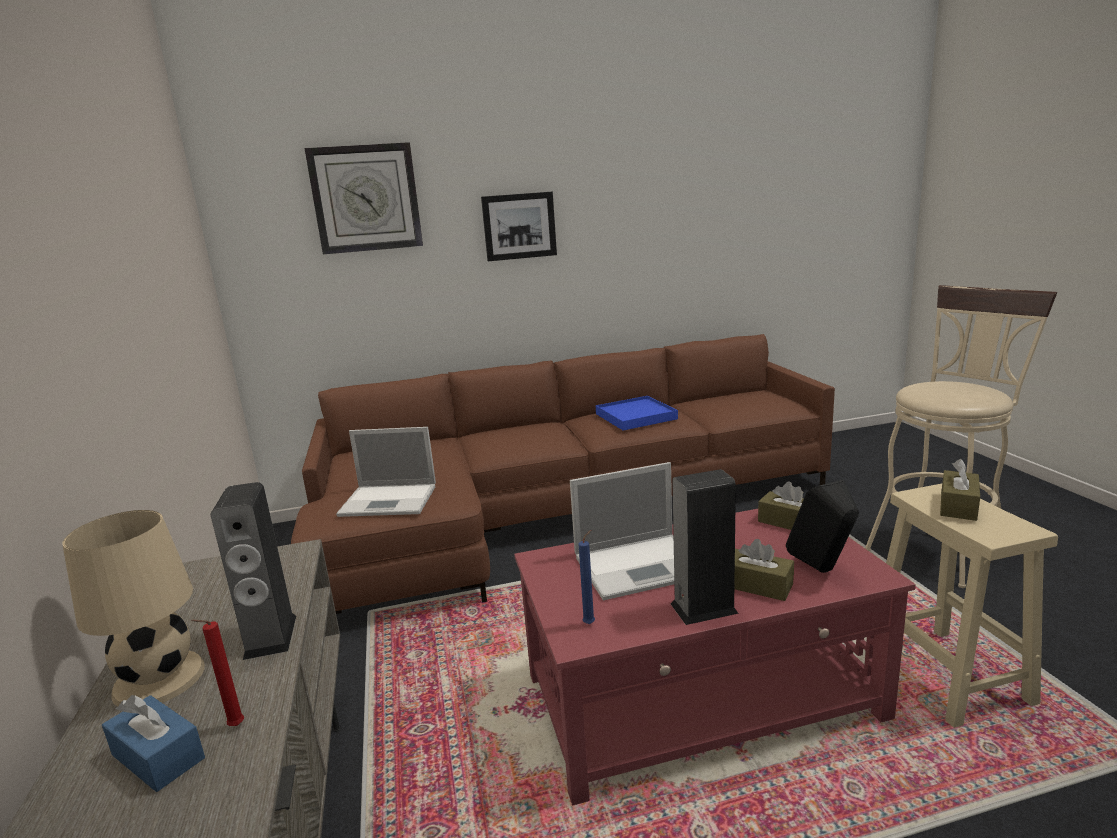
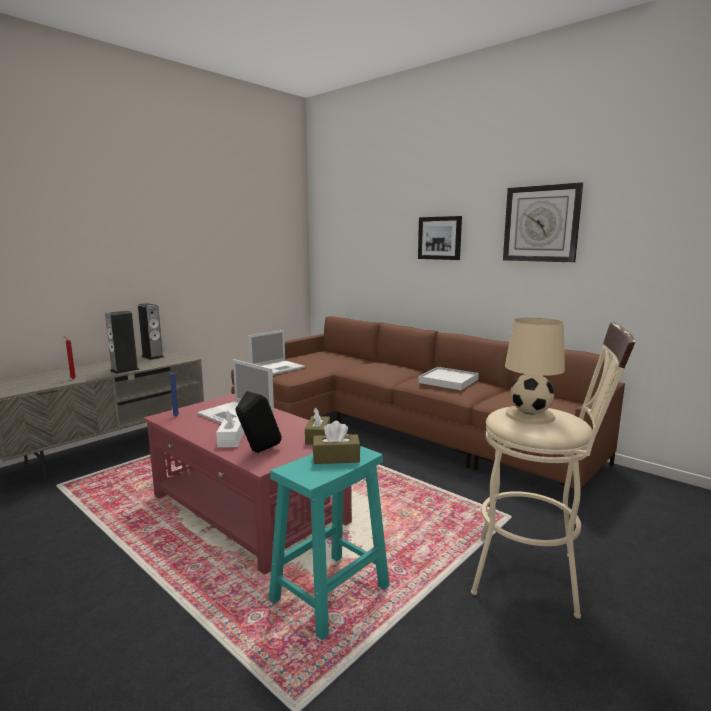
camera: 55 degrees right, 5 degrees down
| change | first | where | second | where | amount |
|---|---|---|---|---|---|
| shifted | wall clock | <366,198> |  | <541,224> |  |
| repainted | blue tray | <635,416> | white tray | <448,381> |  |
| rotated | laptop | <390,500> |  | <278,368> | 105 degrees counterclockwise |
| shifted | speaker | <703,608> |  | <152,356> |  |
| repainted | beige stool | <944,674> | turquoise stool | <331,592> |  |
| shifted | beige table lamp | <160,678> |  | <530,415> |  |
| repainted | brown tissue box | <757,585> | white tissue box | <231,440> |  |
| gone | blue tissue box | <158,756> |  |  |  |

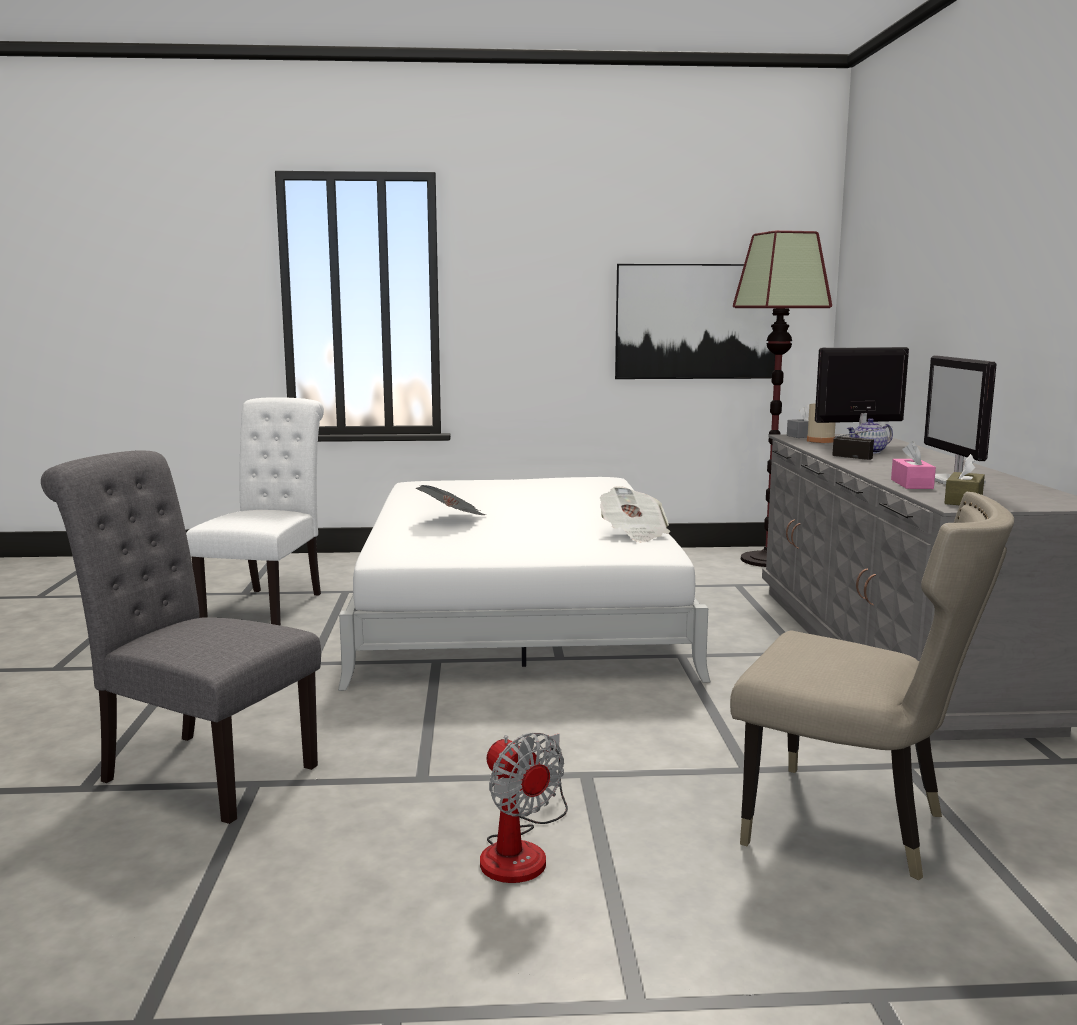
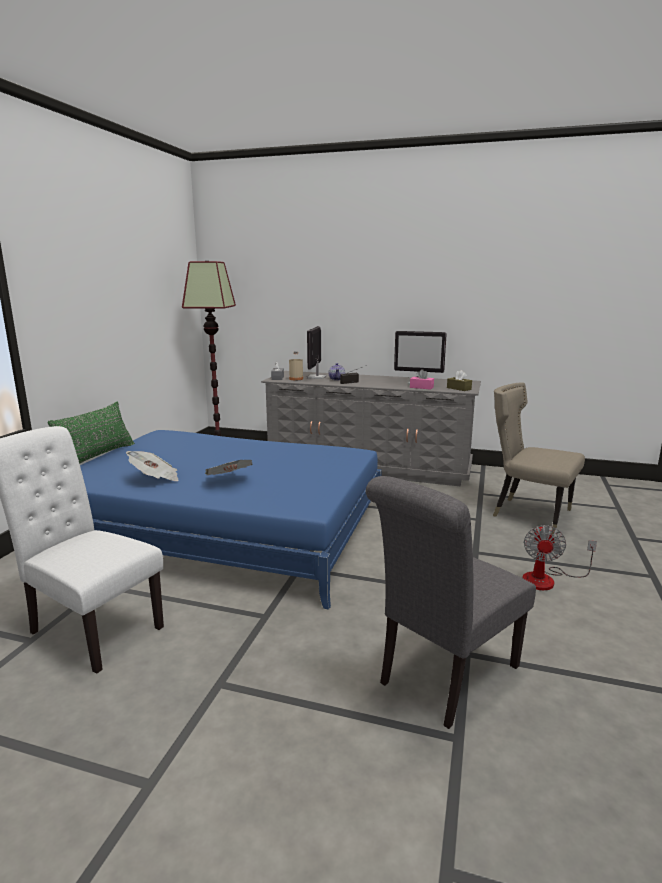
camera: 70 degrees left, 5 degrees up
| change | first | where | second | where | amount |
|---|---|---|---|---|---|
| gone | picture | <696,322> |  |  |  |
| repainted | white bed | <516,609> | blue bed | <226,528> |  |
| shifted | newspaper | <634,534> |  | <155,478> |  |
| rotated | beige chair | <853,826> |  | <528,513> | 105 degrees counterclockwise |
| rotated | fan | <521,849> |  | <547,579> | 120 degrees clockwise |
| new |  |  | green pillow | <98,456> |  |

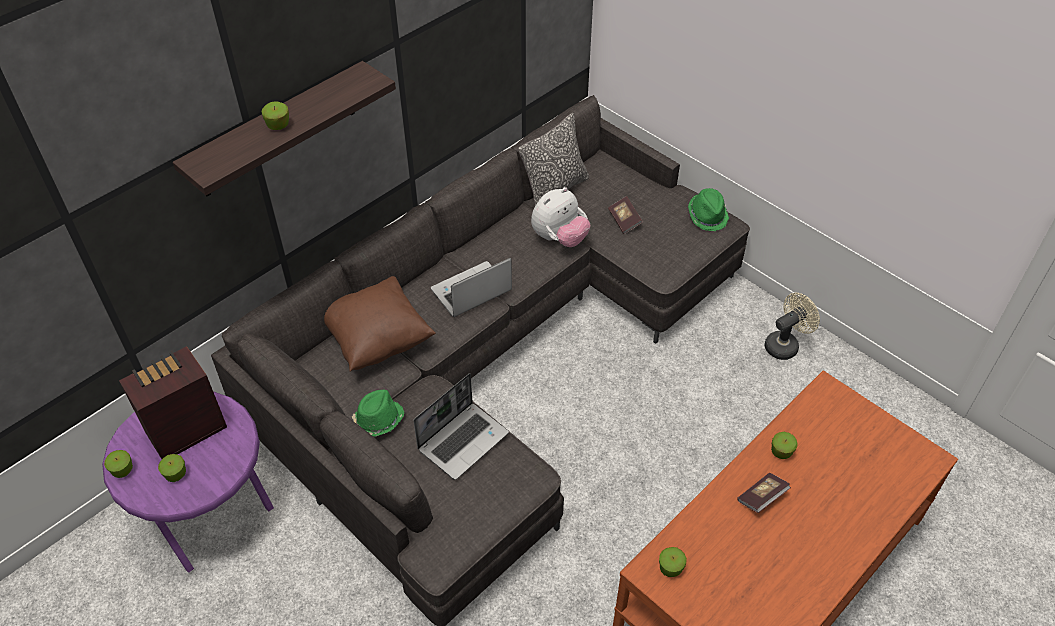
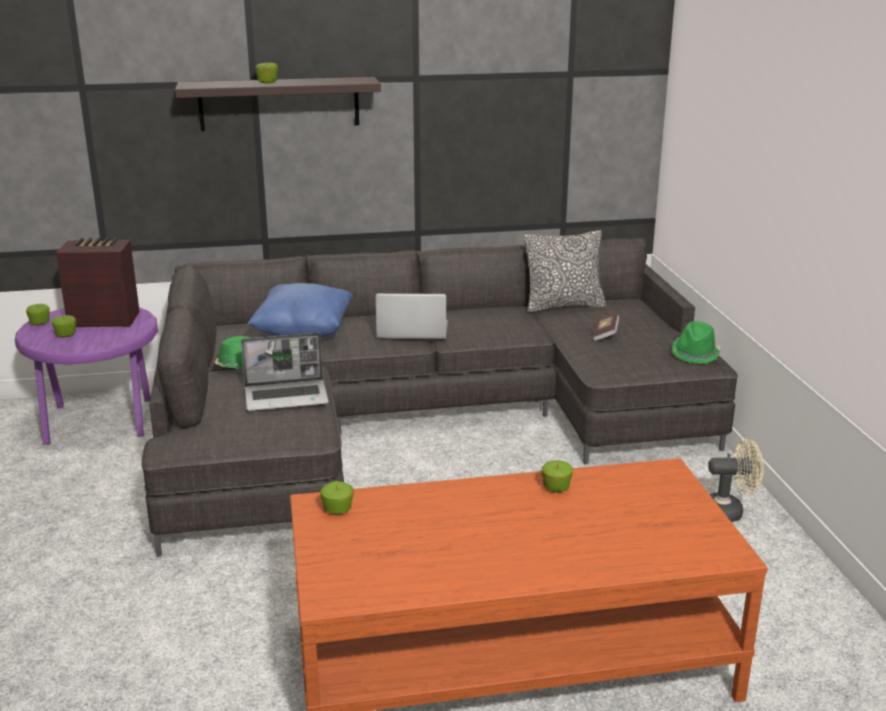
camera: 35 degrees right, 25 degrees down
| change | first | where | second | where | amount |
|---|---|---|---|---|---|
| gone | plush toy | <559,238> |  |  |  |
| repainted | brown pillow | <377,339> | blue pillow | <304,332> |  |
| gone | book | <761,498> |  |  |  |

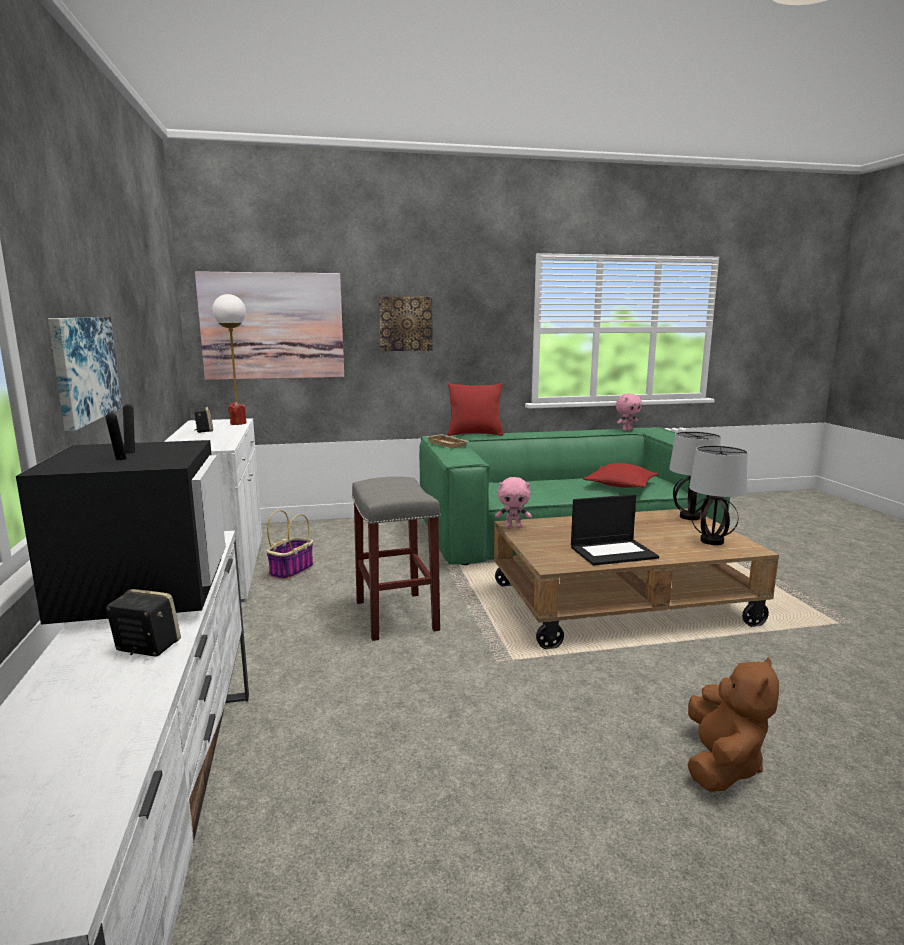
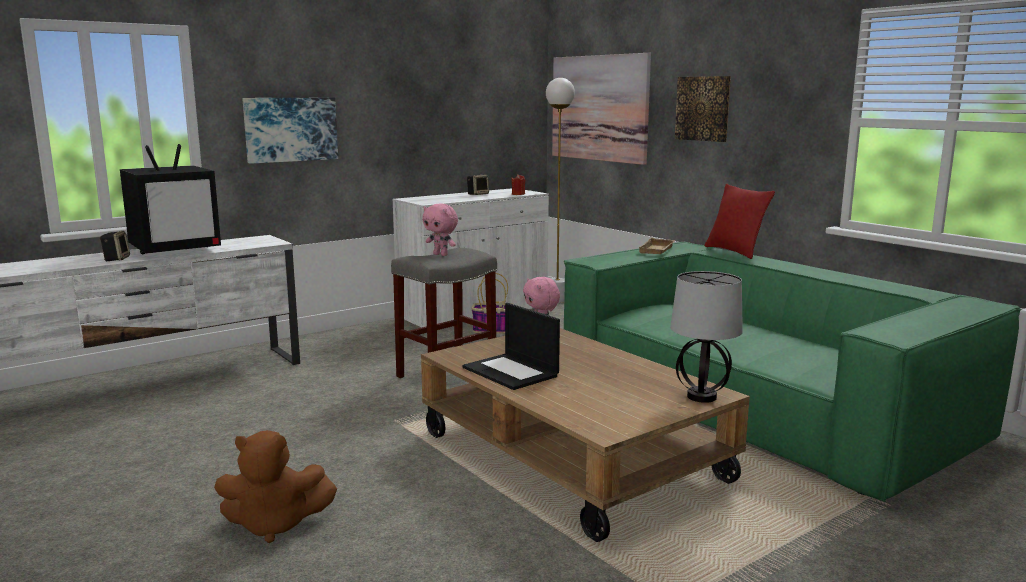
camera: 65 degrees right, 0 degrees up
| change | first | where | second | where | amount |
|---|---|---|---|---|---|
| shifted | pink plush toy | <627,430> |  | <441,255> |  |
| gone | table lamp | <712,541> |  |  |  |
| gone | red pillow | <620,485> |  |  |  |

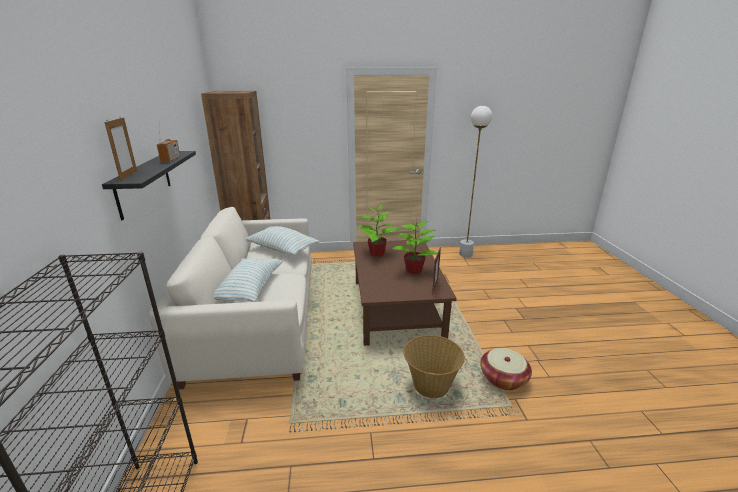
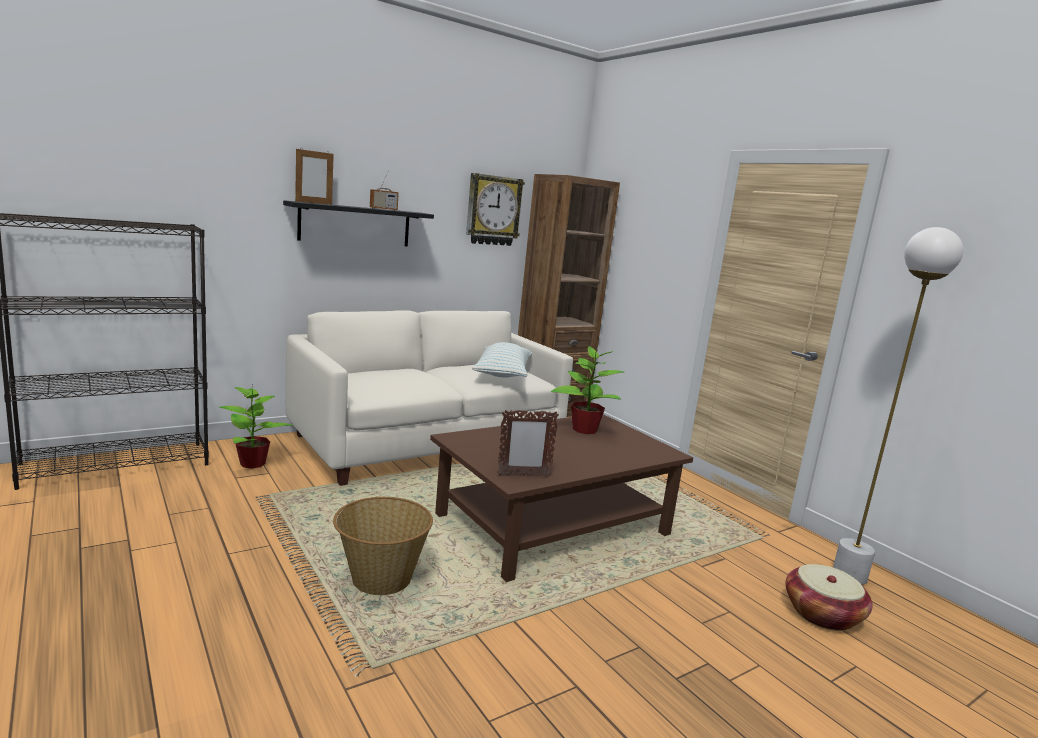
camera: 60 degrees right, 10 degrees down
| change | first | where | second | where | amount |
|---|---|---|---|---|---|
| shifted | potted plant | <414,270> |  | <253,464> |  |
| gone | pillow | <249,289> |  |  |  |
| shifted | basket | <503,378> |  | <822,614> |  |
| new |  |  | wall clock | <493,210> |  |

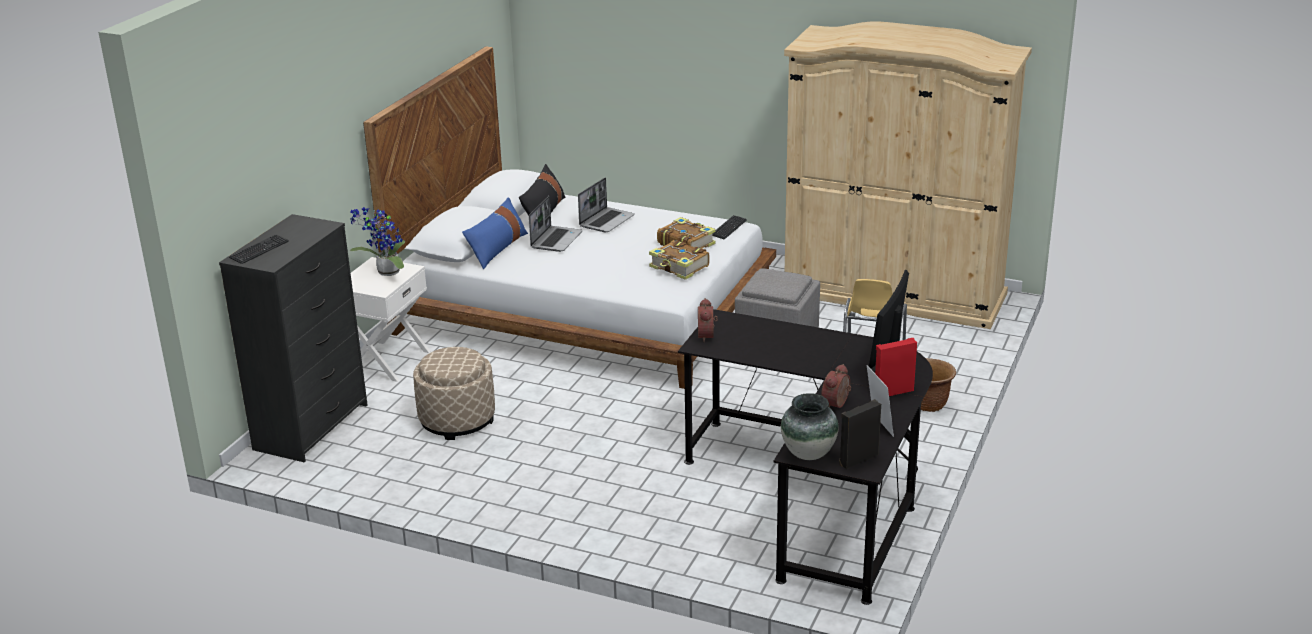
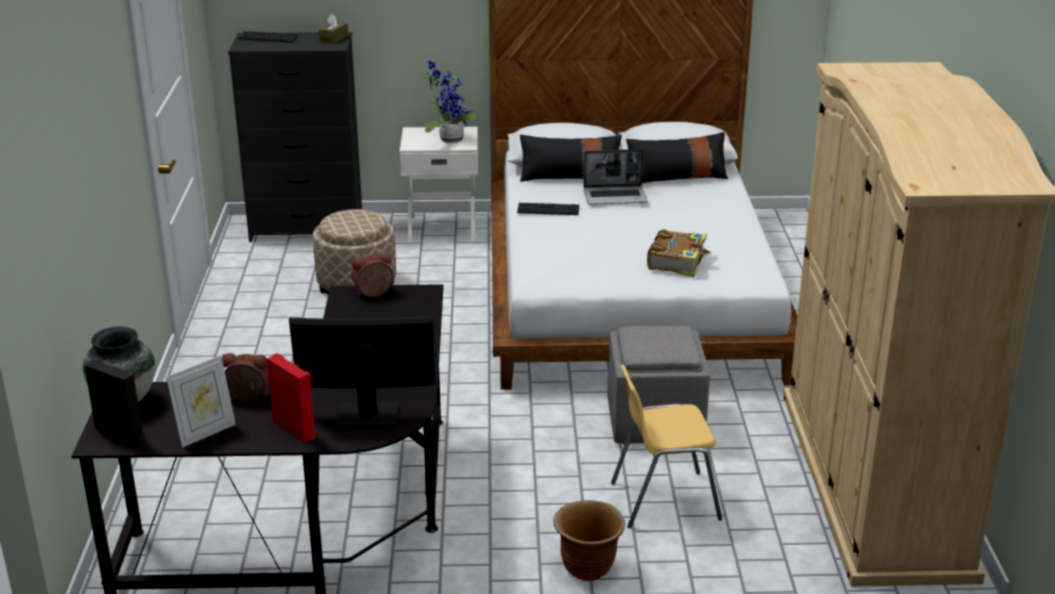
camera: 65 degrees right, 0 degrees up
| change | first | where | second | where | amount |
|---|---|---|---|---|---|
| gone | laptop | <606,221> |  |  |  |
| repainted | blue pillow | <497,249> | black pillow | <570,177> |  |
| shifted | keyboard | <728,228> |  | <548,210> |  |
| gone | book | <679,267> |  |  |  |
| new |  |  | brown tissue box | <334,39> |  |

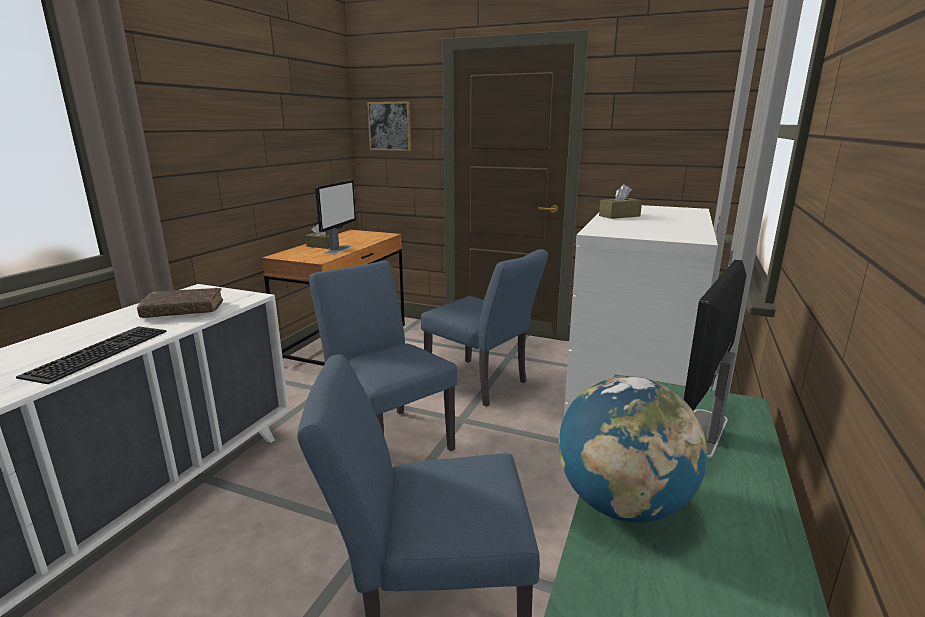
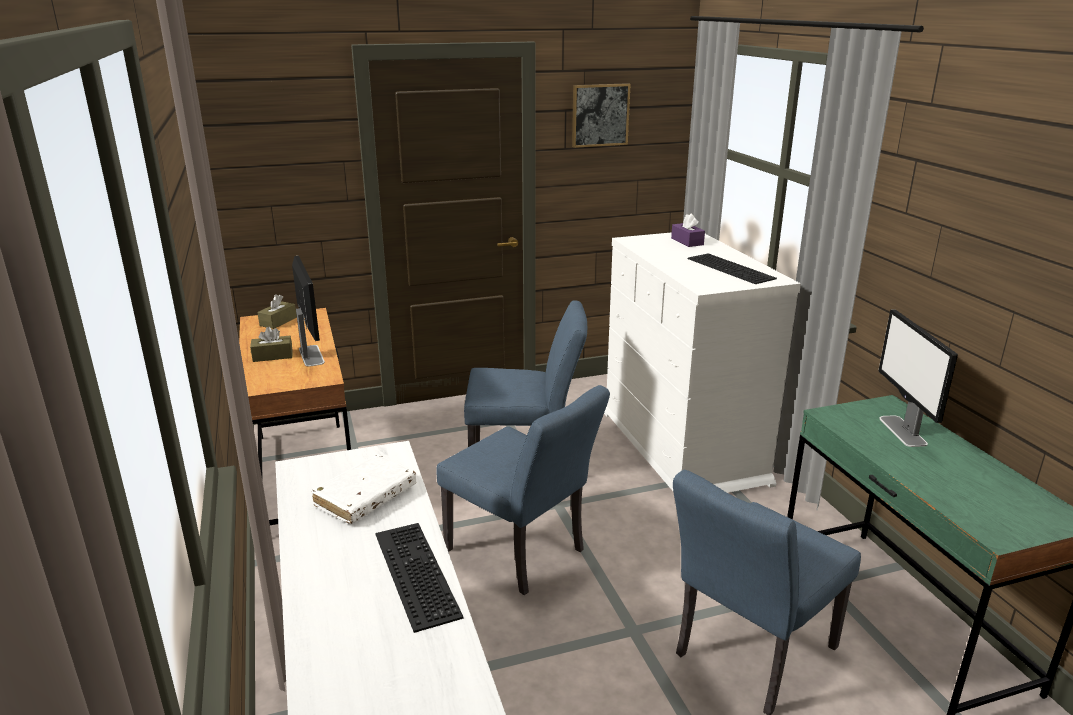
camera: 40 degrees left, 5 degrees up
| change | first | where | second | where | amount |
|---|---|---|---|---|---|
| shifted | picture | <390,126> |  | <600,115> |  |
| shifted | brown tissue box | <619,216> |  | <278,321> |  |
| rotated | blue chair | <387,438> |  | <522,554> | 150 degrees counterclockwise |
| repainted | brown book | <183,310> | white book | <366,497> |  |
| gone | globe | <622,504> |  |  |  |
| new |  |  | purple tissue box | <687,241> |  |
| new |  |  | keyboard | <732,268> |  |

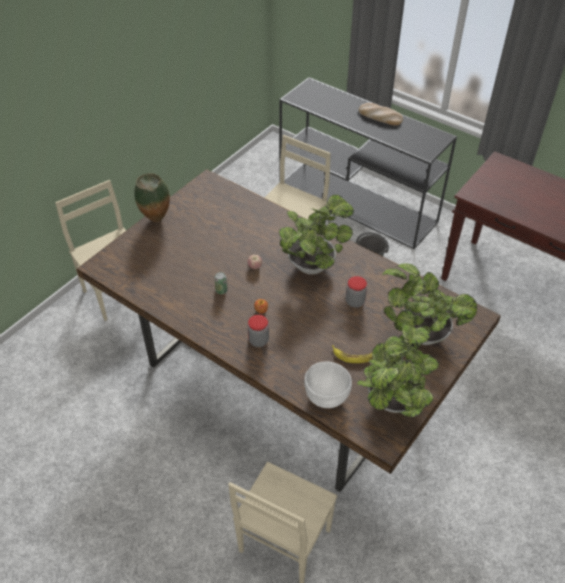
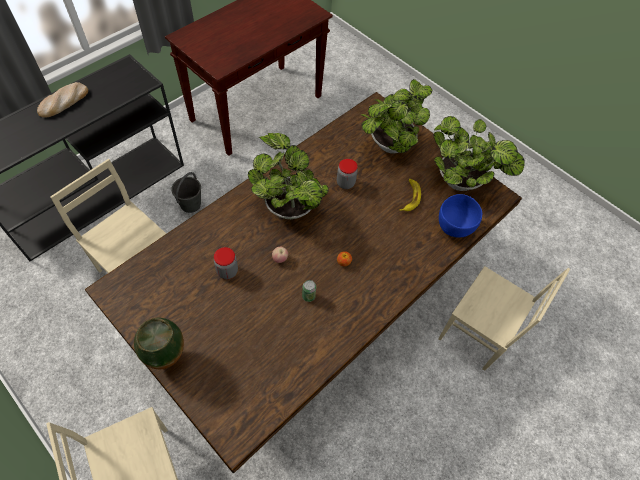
camera: 85 degrees left, 10 degrees up
| change | first | where | second | where | amount |
|---|---|---|---|---|---|
| shifted | jar | <258,341> |  | <227,271> |  |
| repainted | white bowl | <327,397> | blue bowl | <454,227> |  |

